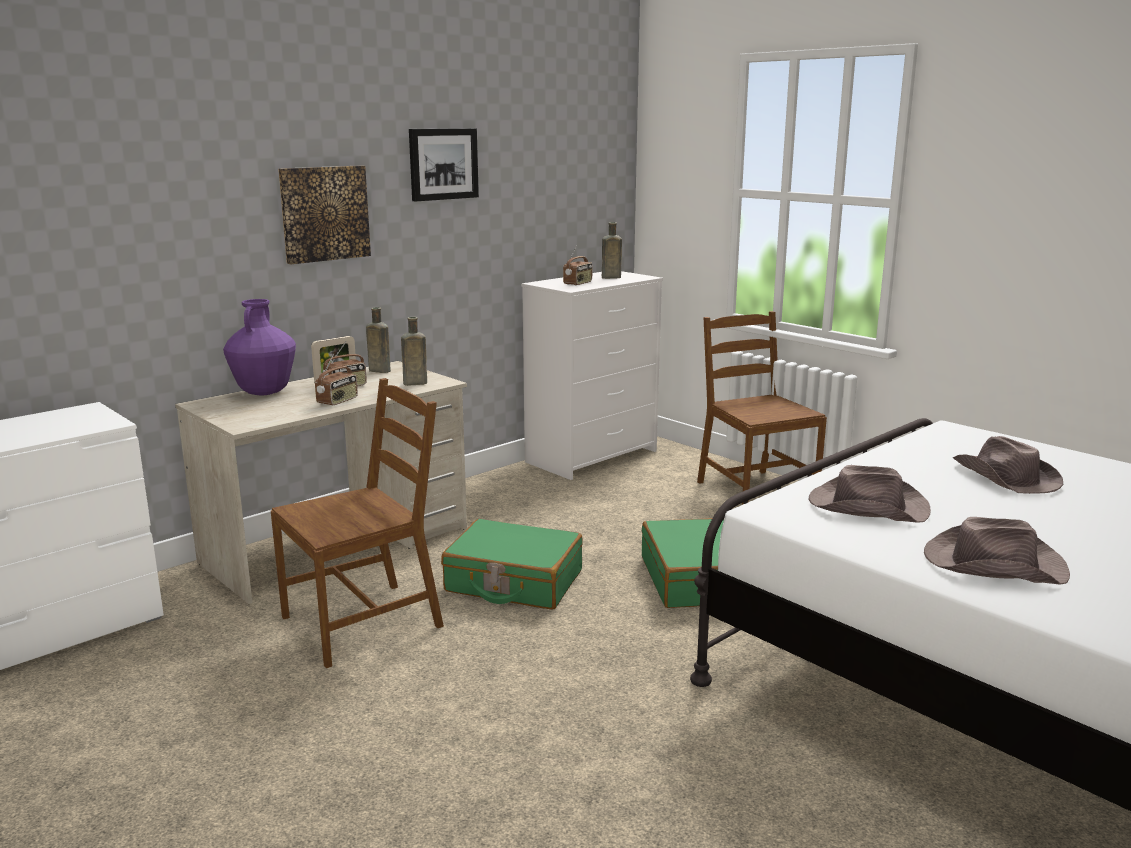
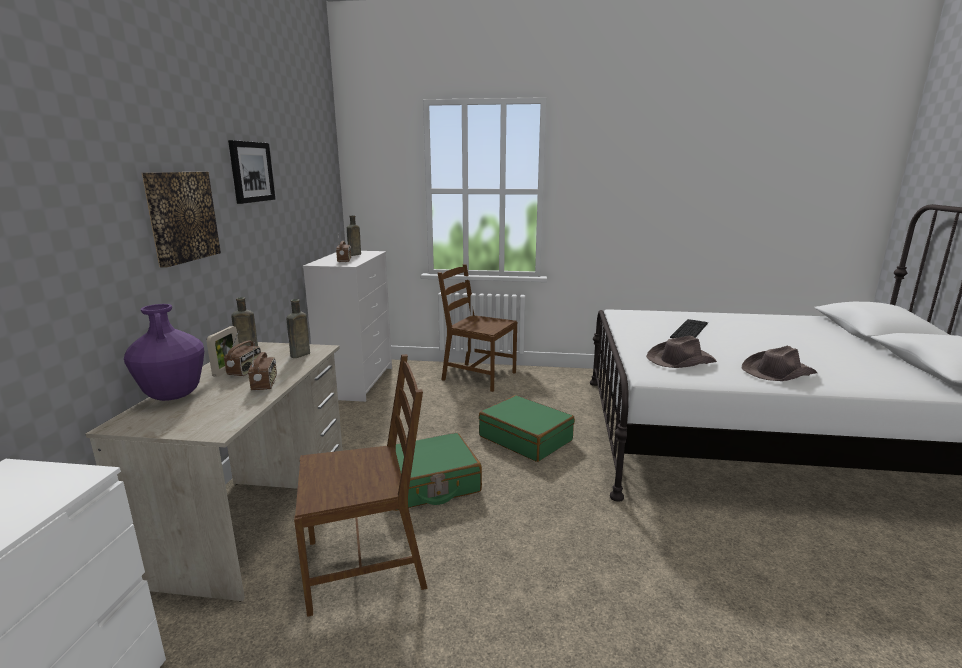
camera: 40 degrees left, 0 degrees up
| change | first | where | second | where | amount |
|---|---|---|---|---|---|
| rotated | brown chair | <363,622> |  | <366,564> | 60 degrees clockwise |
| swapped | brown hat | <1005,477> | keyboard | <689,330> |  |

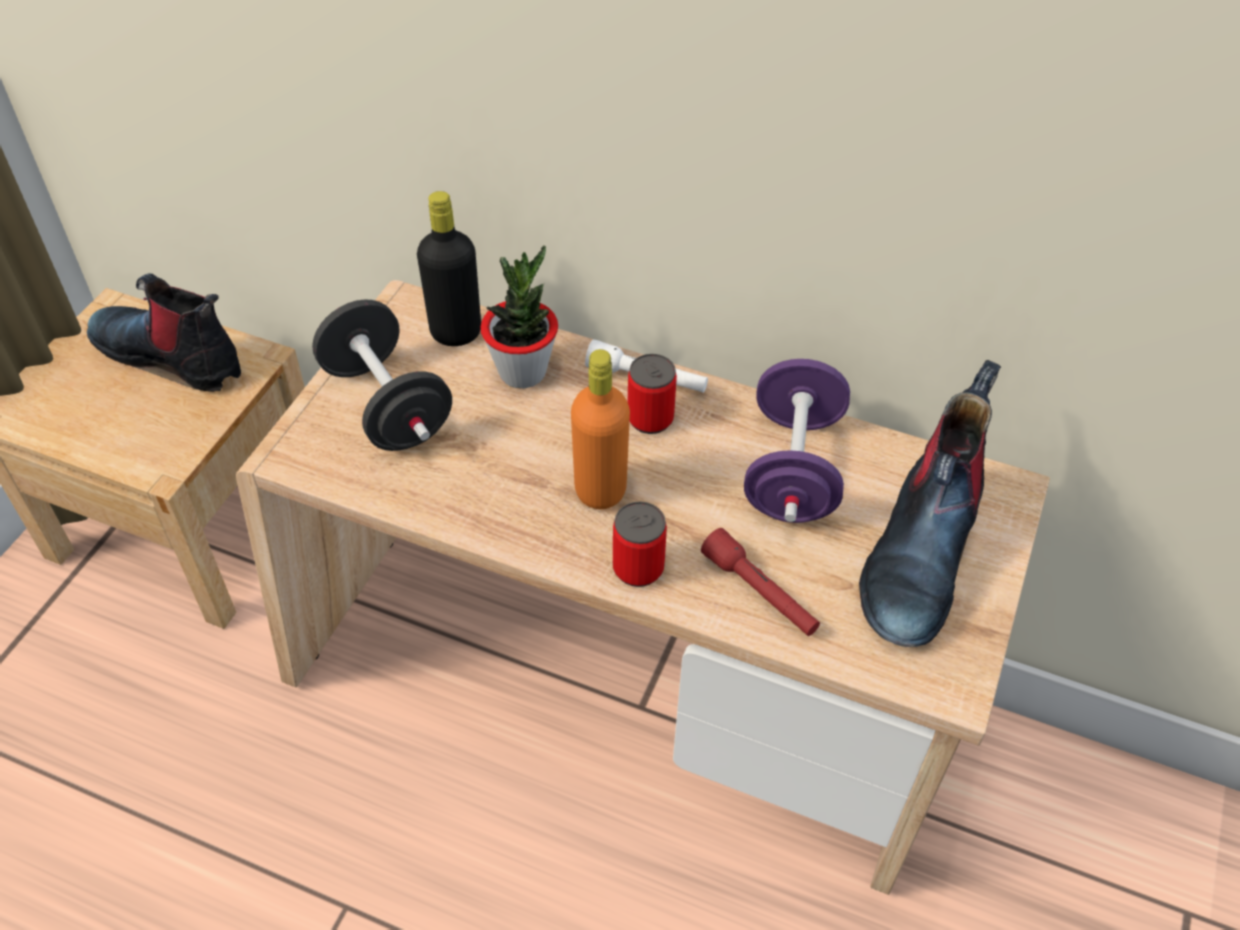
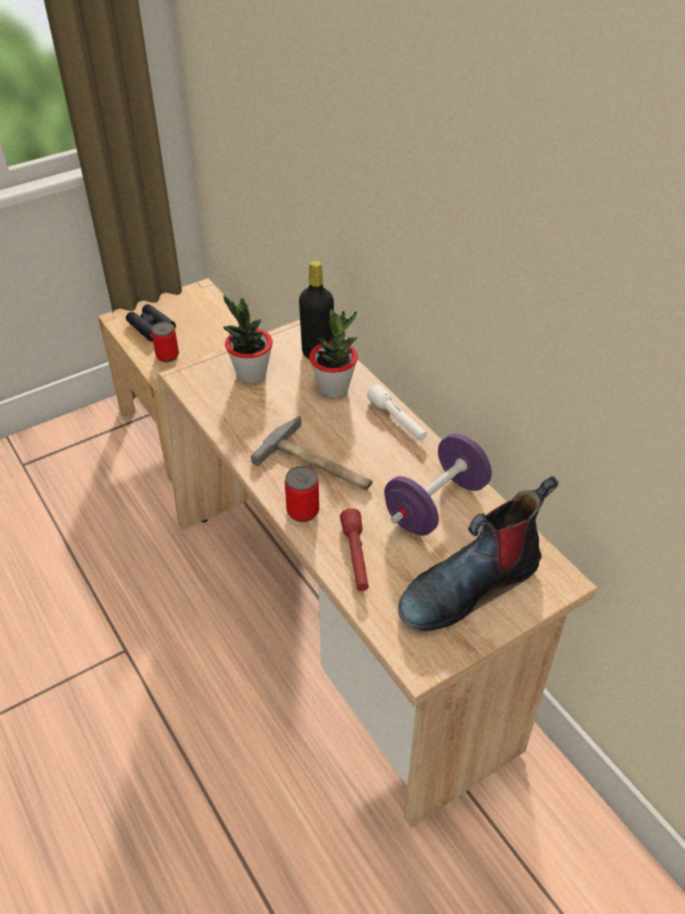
camera: 35 degrees right, 5 degrees down
| change | first | where | second | where | amount |
|---|---|---|---|---|---|
| gone | boot | <172,356> |  |  |  |
| swapped | black dumbbell | <387,405> | potted plant | <251,374> |  |
| swapped | orange bottle | <600,490> | hammer | <319,463> |  |
| shifted | can | <650,418> |  | <167,355> |  |
| new |  |  | black binoculars | <151,327> |  |

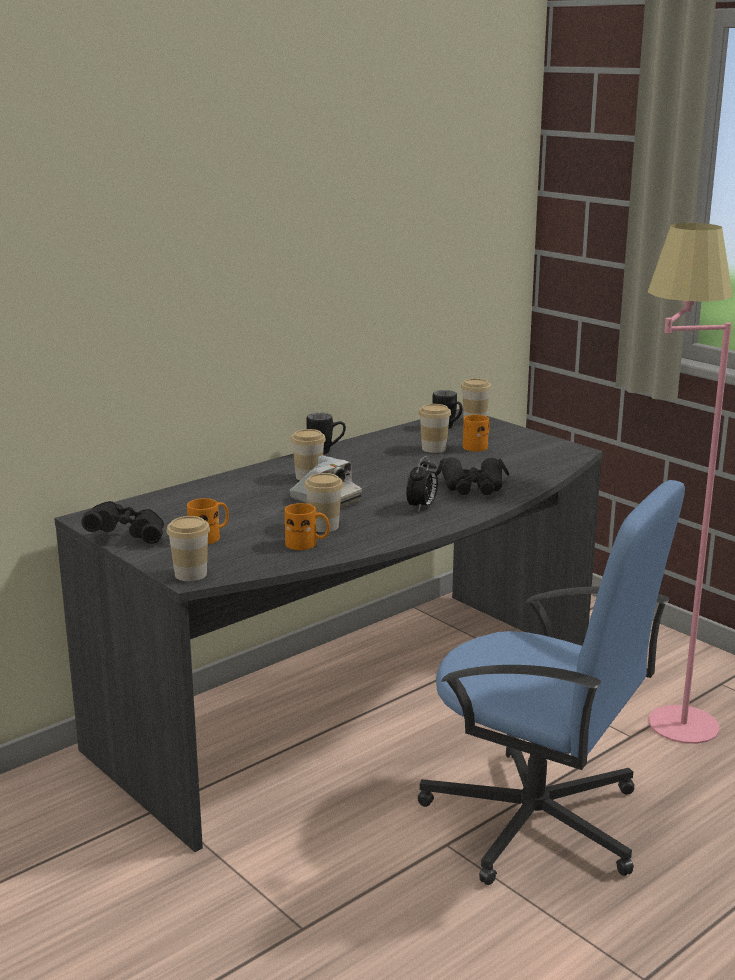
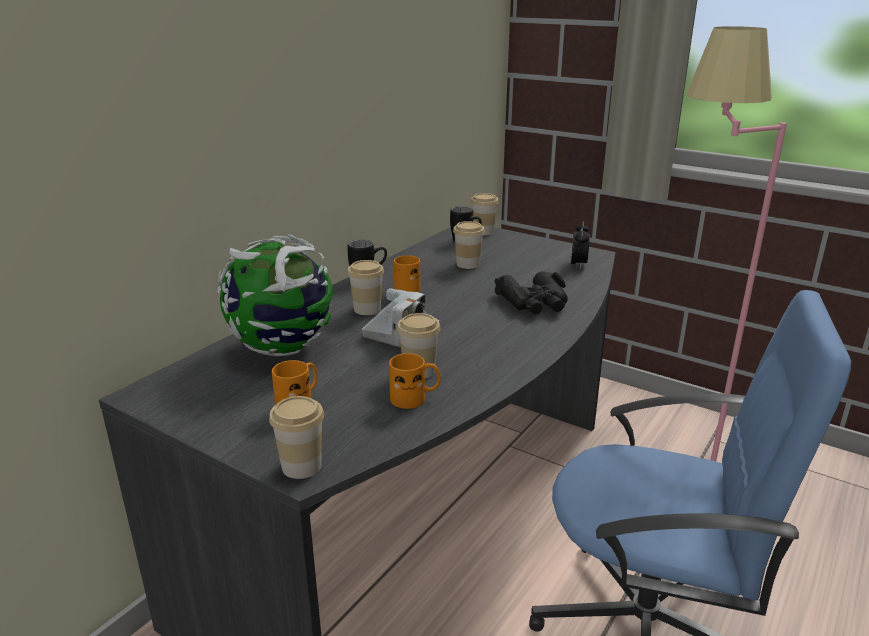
camera: 15 degrees left, 5 degrees up
| change | first | where | second | where | amount |
|---|---|---|---|---|---|
| shifted | orange mug | <478,446> |  | <409,287> |  |
| shifted | alarm clock | <422,507> |  | <578,265> |  |
| gone | black binoculars | <127,536> |  |  |  |
| new |  |  | globe | <283,348> |  |

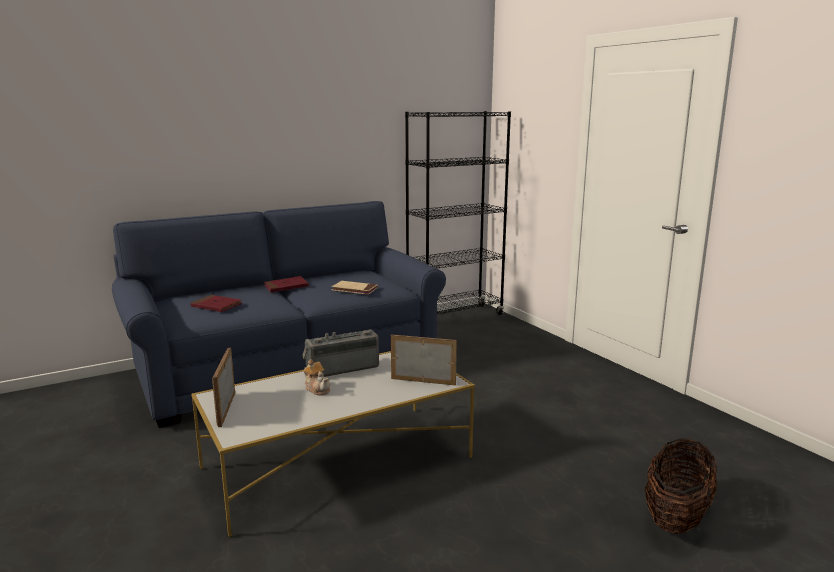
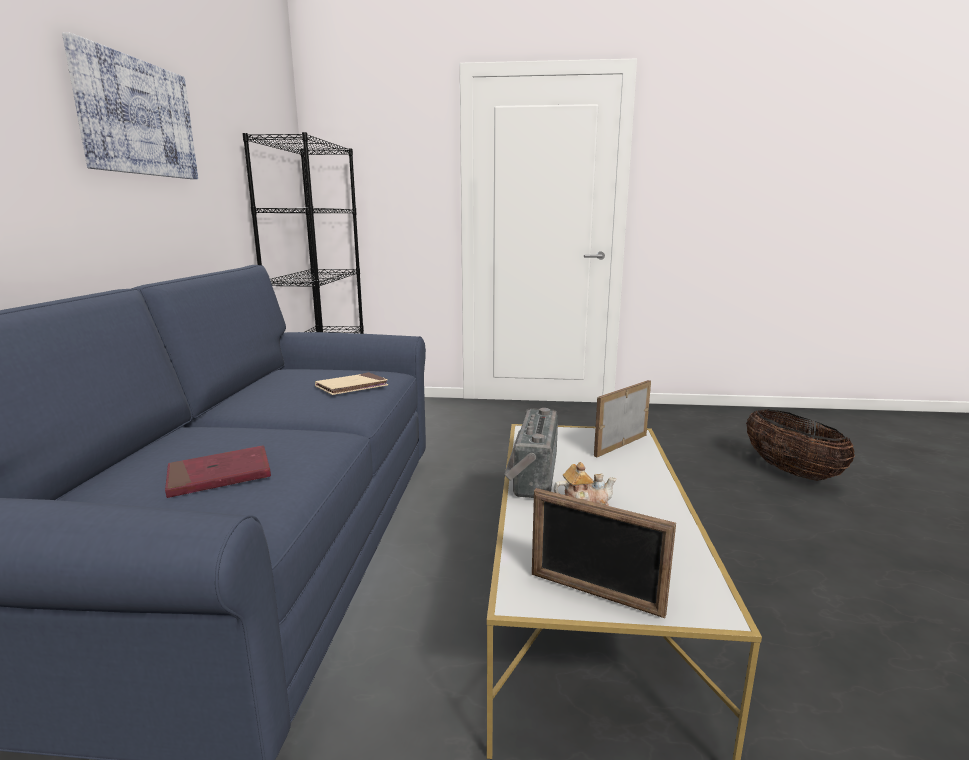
camera: 55 degrees left, 0 degrees up
| change | first | where | second | where | amount |
|---|---|---|---|---|---|
| gone | red book | <286,286> |  |  |  |
| new |  |  | picture | <137,117> |  |

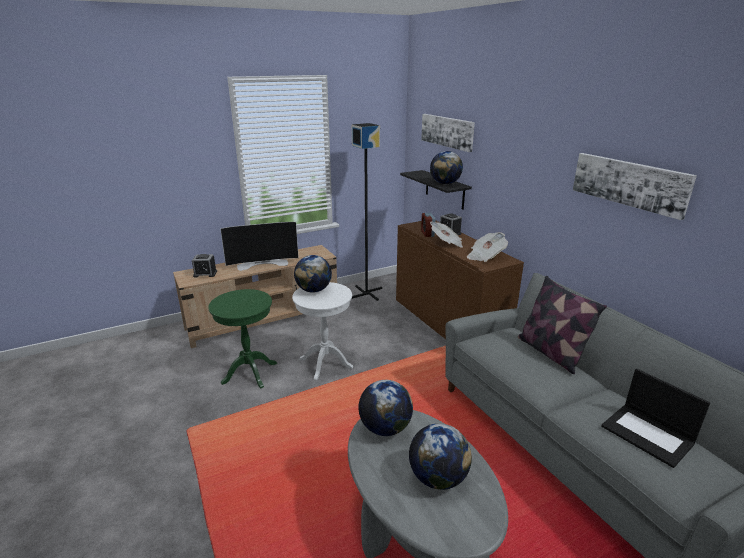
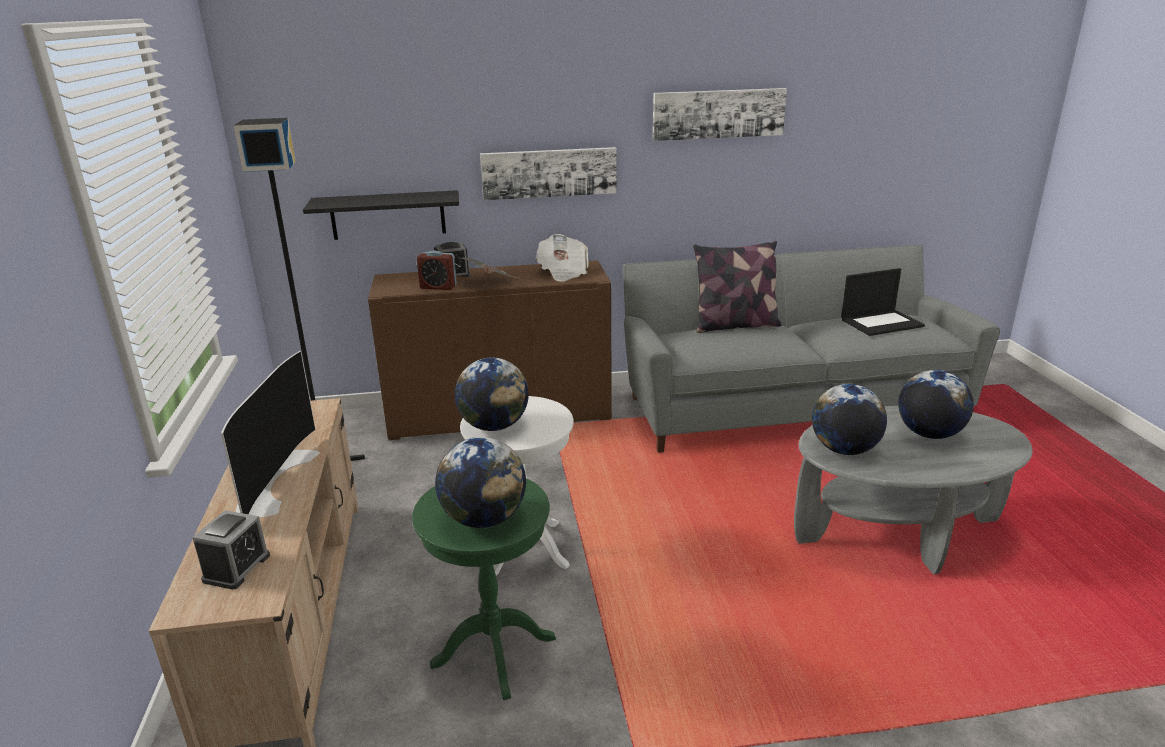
camera: 70 degrees left, 0 degrees up
| change | first | where | second | where | amount |
|---|---|---|---|---|---|
| shifted | picture | <447,131> |  | <549,173> |  |
| shifted | globe | <445,183> |  | <484,519> |  |

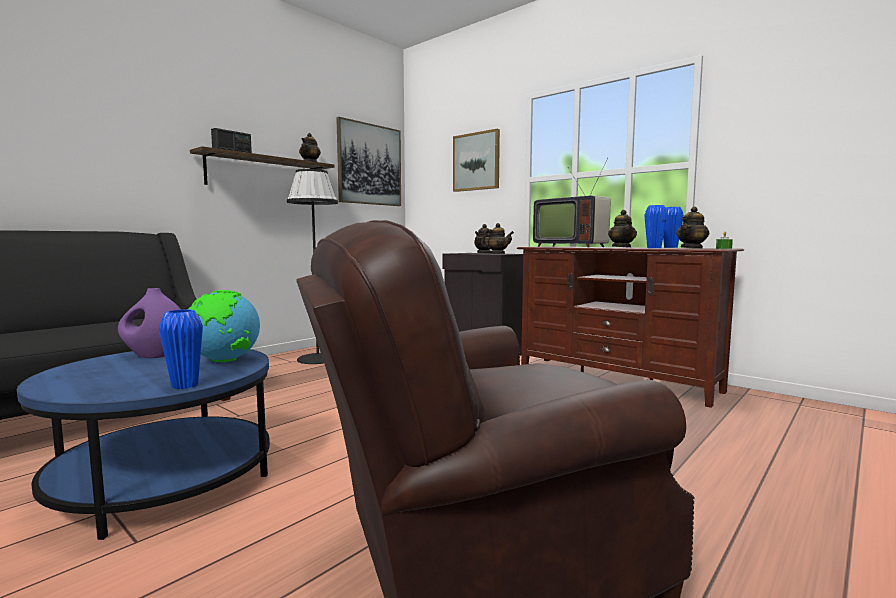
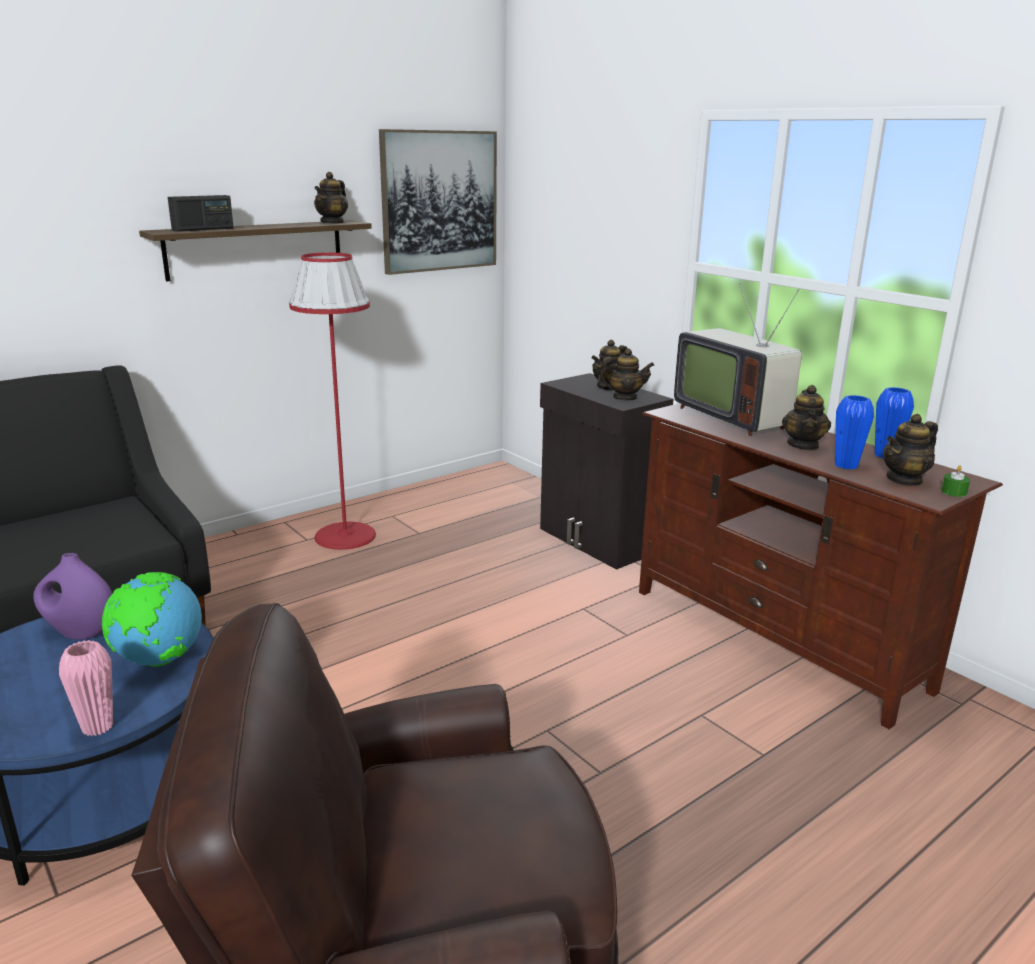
camera: 10 degrees right, 15 degrees up
| change | first | where | second | where | amount |
|---|---|---|---|---|---|
| gone | picture | <476,161> |  |  |  |
| repainted | black floor lamp | <318,359> | red floor lamp | <345,536> |  |
| repainted | blue vase | <185,385> | pink vase | <97,727> |  |

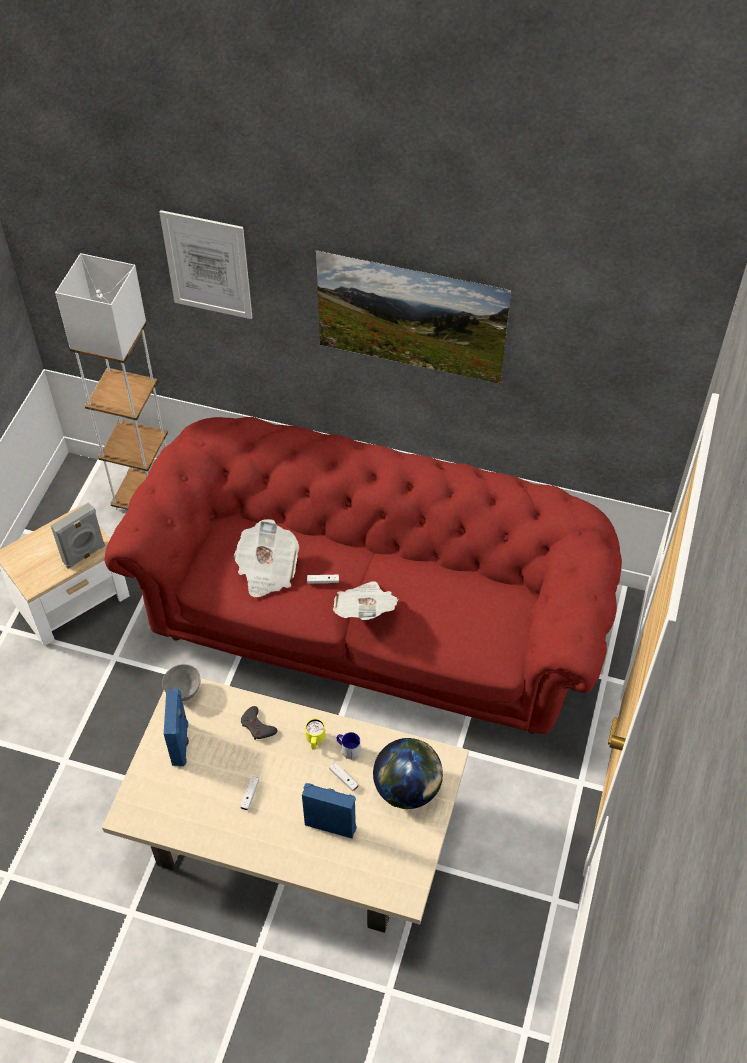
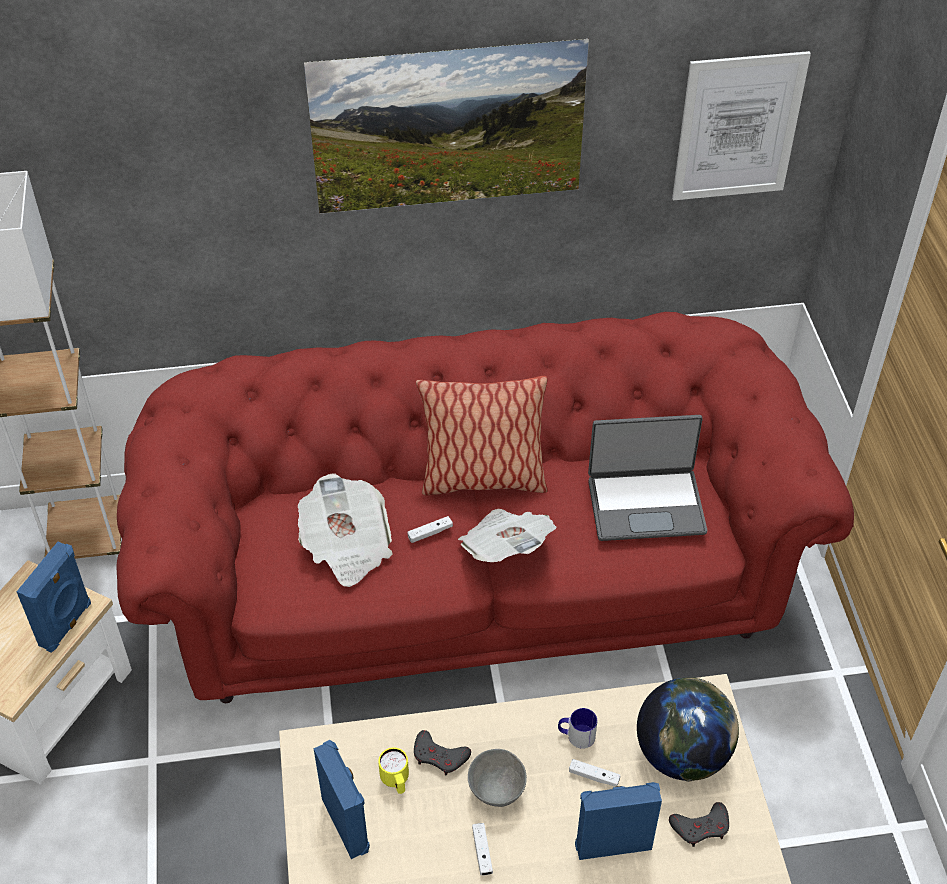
camera: 25 degrees left, 5 degrees down
| change | first | where | second | where | amount |
|---|---|---|---|---|---|
| shifted | picture | <207,265> |  | <738,127> |  |
| repainted | grey speaker | <84,555> | blue speaker | <67,625> |  |
| shifted | grey bowl | <183,691> |  | <496,792> |  |
| shifted | yellow mug | <315,741> |  | <396,781> |  |
| new |  |  | pillow | <483,479> |  |
| new |  |  | laptop | <646,504> |  |
| new |  |  | grey game controller | <701,827> |  |

